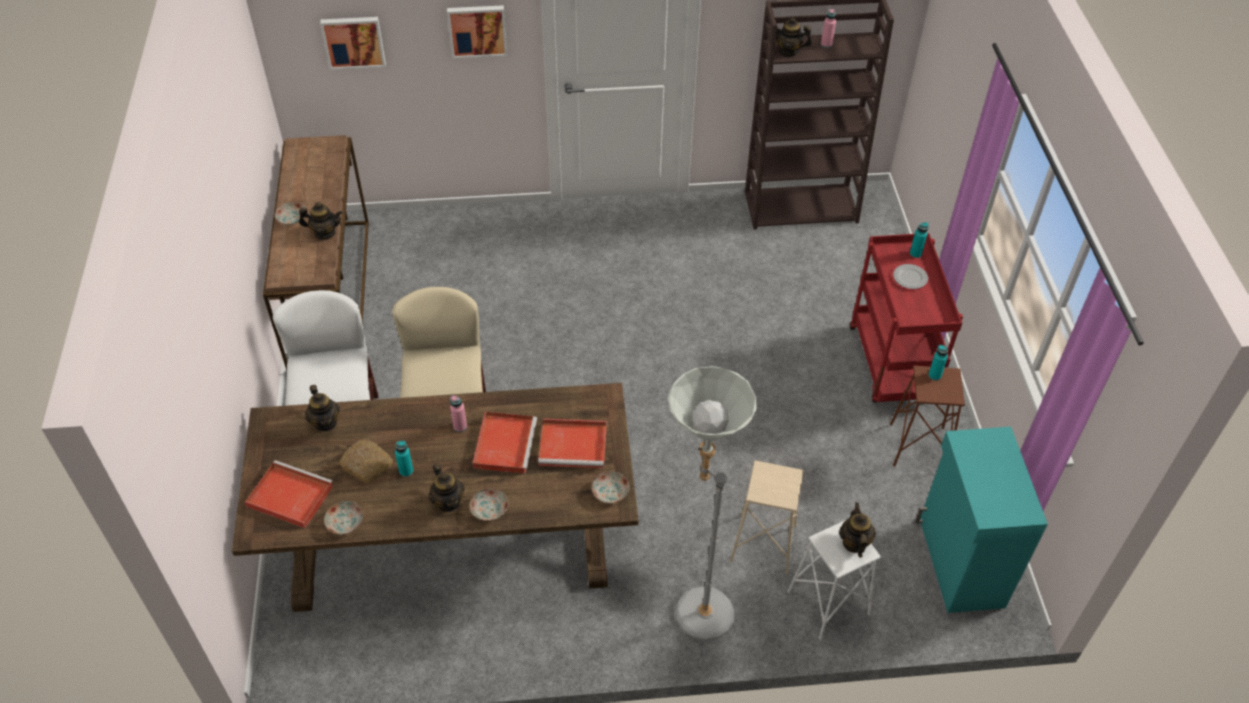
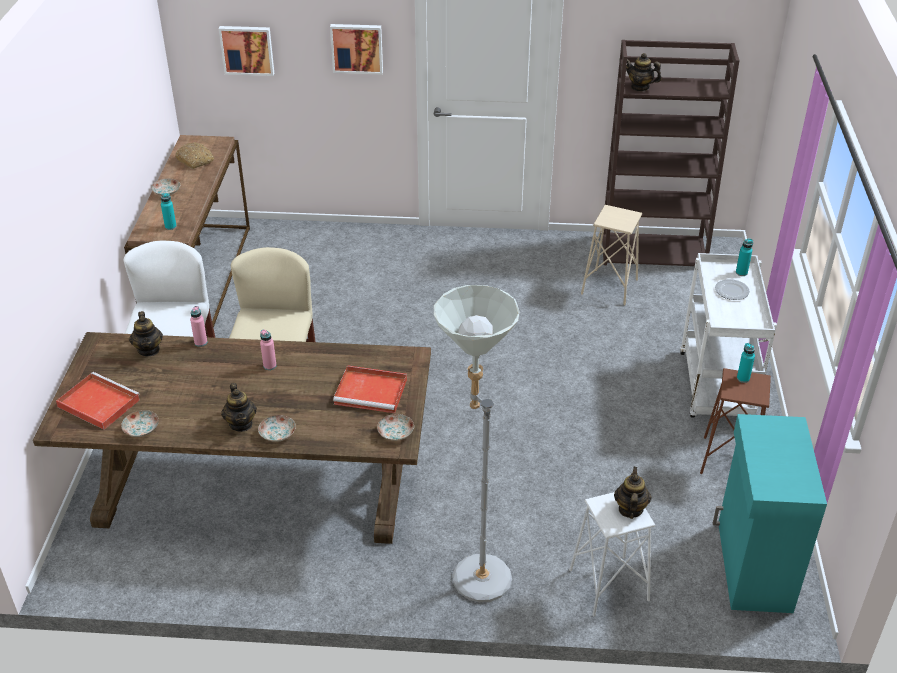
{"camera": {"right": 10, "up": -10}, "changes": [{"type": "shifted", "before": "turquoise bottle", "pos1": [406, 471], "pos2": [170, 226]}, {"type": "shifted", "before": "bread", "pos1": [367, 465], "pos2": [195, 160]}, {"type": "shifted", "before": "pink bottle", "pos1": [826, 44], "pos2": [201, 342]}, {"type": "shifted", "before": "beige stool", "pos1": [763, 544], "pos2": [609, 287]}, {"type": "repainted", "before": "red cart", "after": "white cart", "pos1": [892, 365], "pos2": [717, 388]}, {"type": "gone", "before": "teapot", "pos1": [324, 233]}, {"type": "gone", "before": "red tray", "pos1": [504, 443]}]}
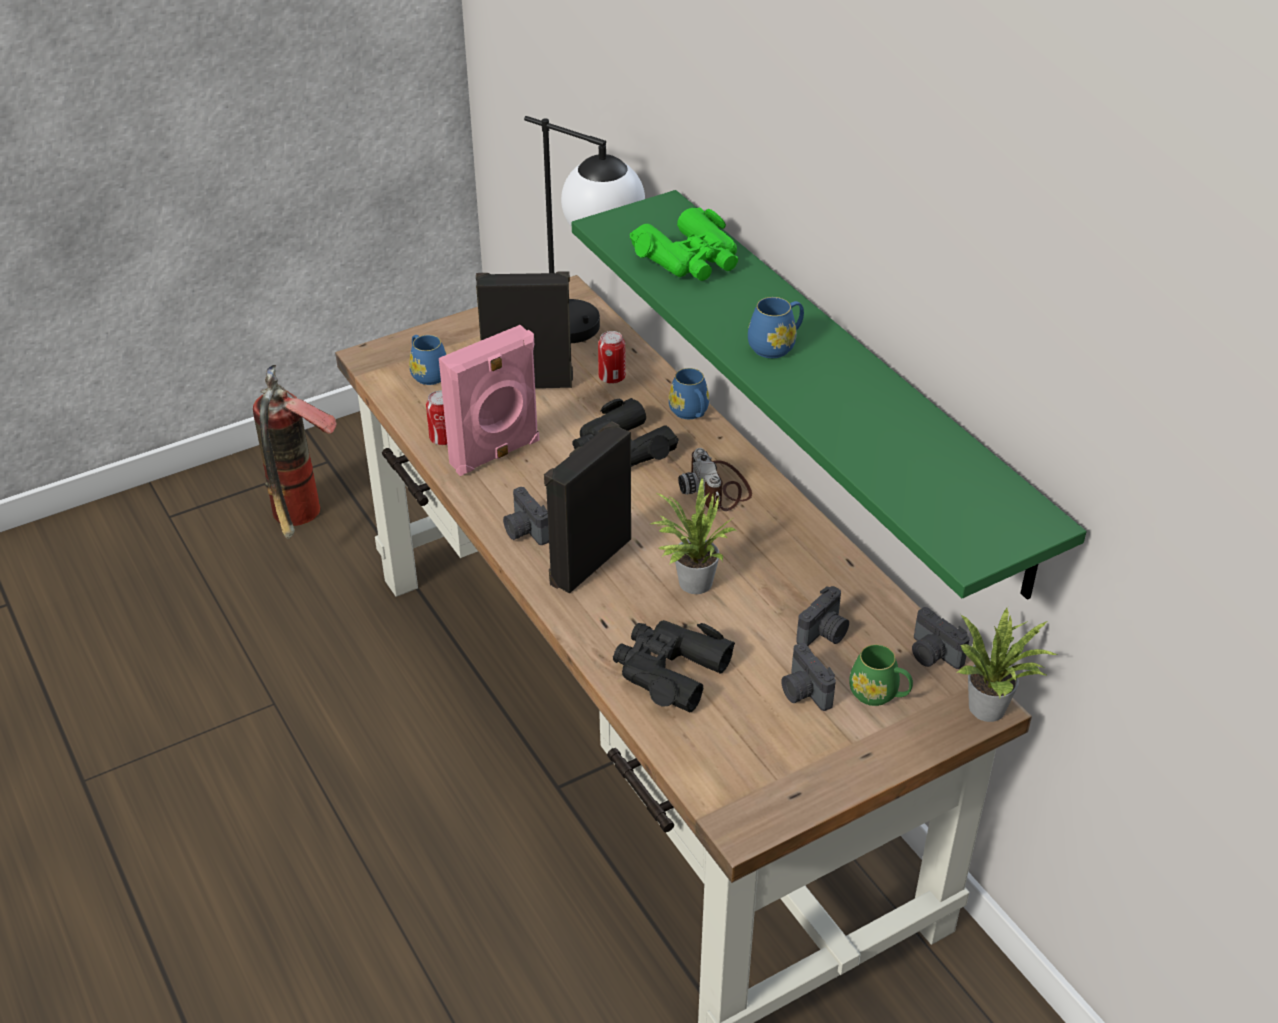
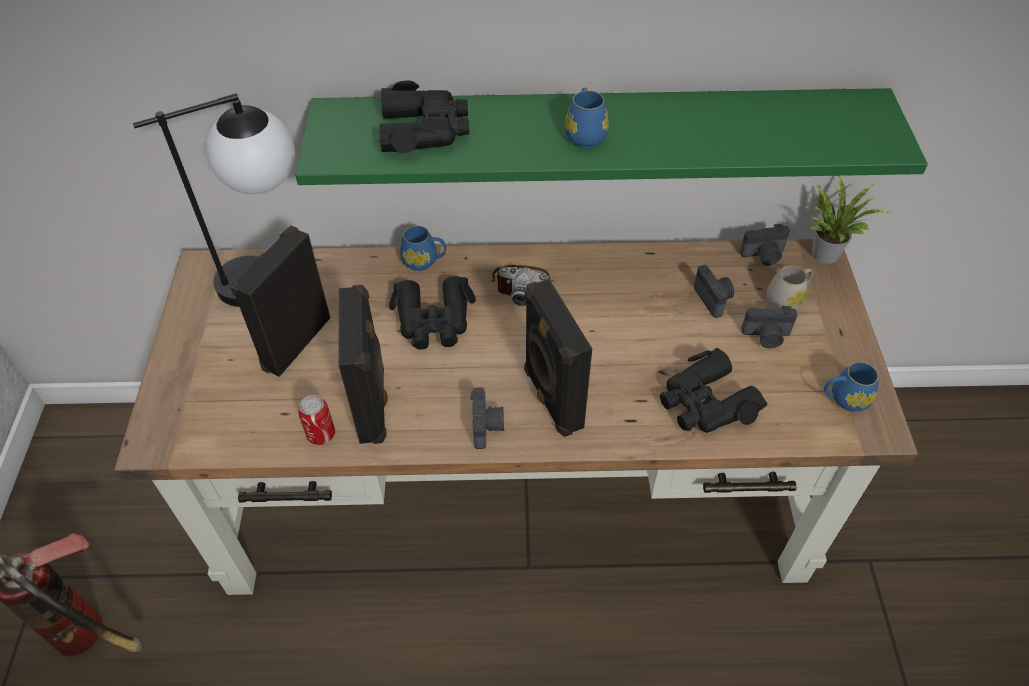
{"camera": {"right": -60, "up": 10}, "changes": [{"type": "repainted", "before": "pink speaker", "after": "black speaker", "pos1": [496, 454], "pos2": [374, 405]}, {"type": "repainted", "before": "green binoculars", "after": "black binoculars", "pos1": [690, 259], "pos2": [424, 130]}, {"type": "rotated", "before": "photo camera", "pos1": [524, 531], "pos2": [487, 426], "turn": -90}, {"type": "repainted", "before": "green mug", "after": "white mug", "pos1": [879, 694], "pos2": [787, 299]}, {"type": "shifted", "before": "blue mug", "pos1": [427, 373], "pos2": [844, 399]}, {"type": "gone", "before": "can", "pos1": [612, 377]}, {"type": "gone", "before": "potted plant", "pos1": [690, 582]}]}
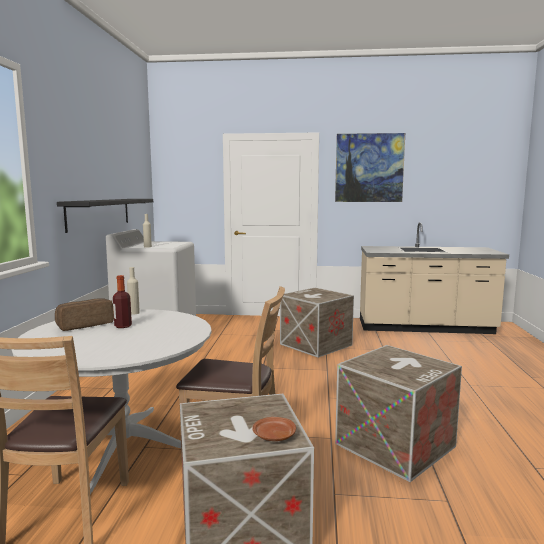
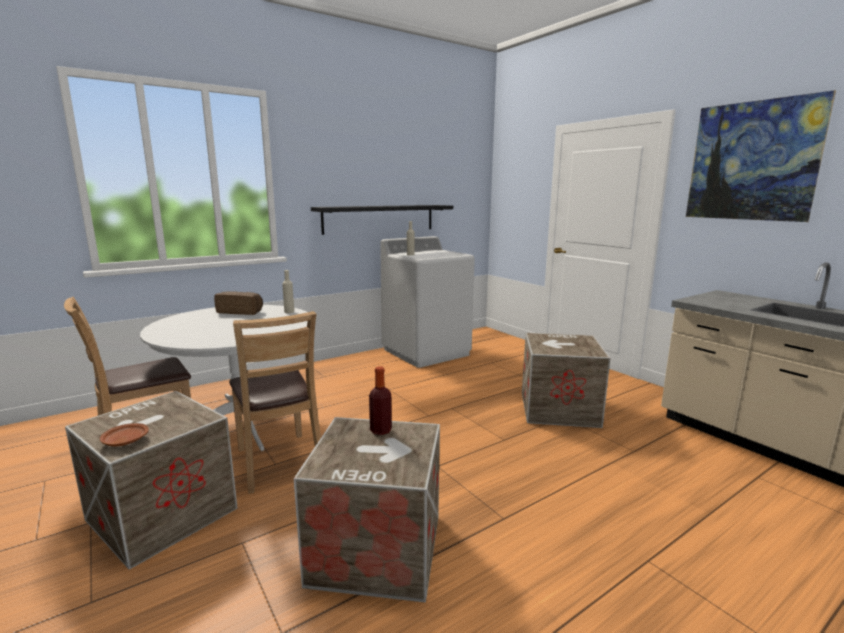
{"camera": {"right": 50, "up": 5}, "changes": [{"type": "shifted", "before": "bottle", "pos1": [123, 326], "pos2": [380, 430]}]}
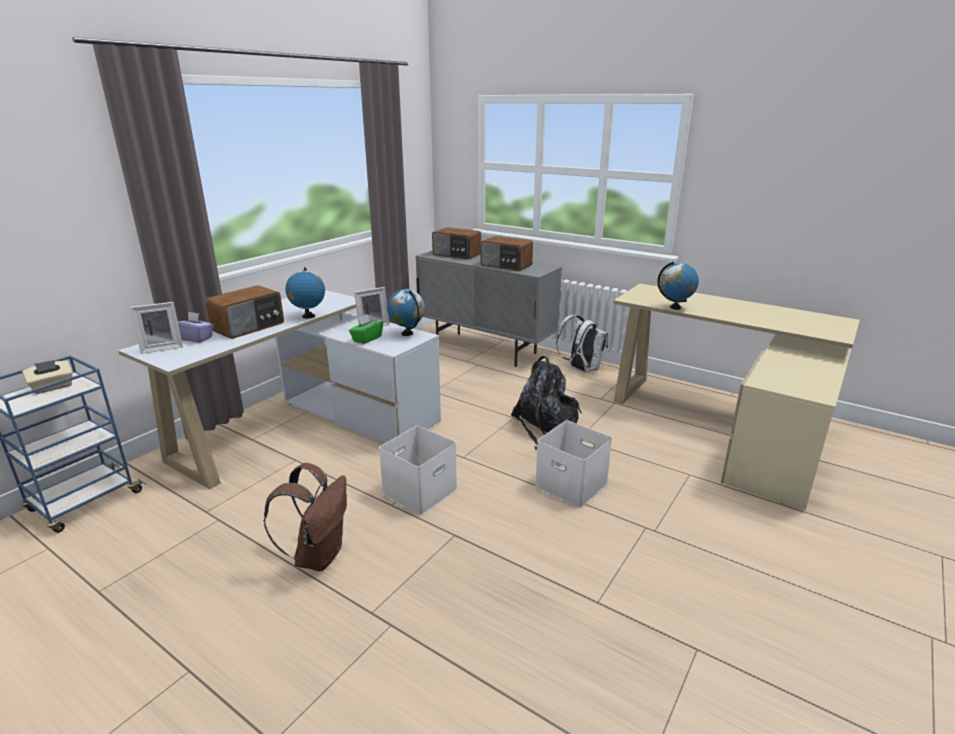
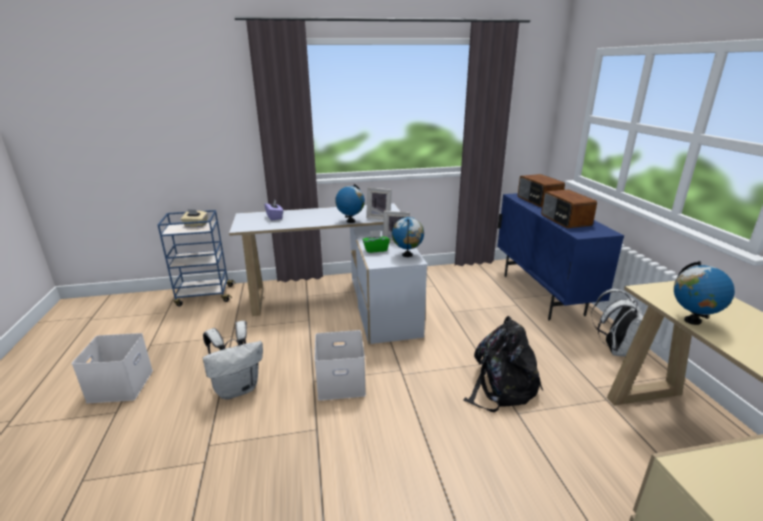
{"camera": {"right": 45, "up": 0}, "changes": [{"type": "shifted", "before": "white storage box", "pos1": [569, 485], "pos2": [120, 385]}, {"type": "repainted", "before": "brown backpack", "after": "white backpack", "pos1": [318, 555], "pos2": [238, 388]}, {"type": "shifted", "before": "picture frame", "pos1": [162, 348], "pos2": [379, 217]}, {"type": "repainted", "before": "grey cabinet", "after": "blue cabinet", "pos1": [485, 349], "pos2": [541, 294]}, {"type": "gone", "before": "radio", "pos1": [249, 327]}]}
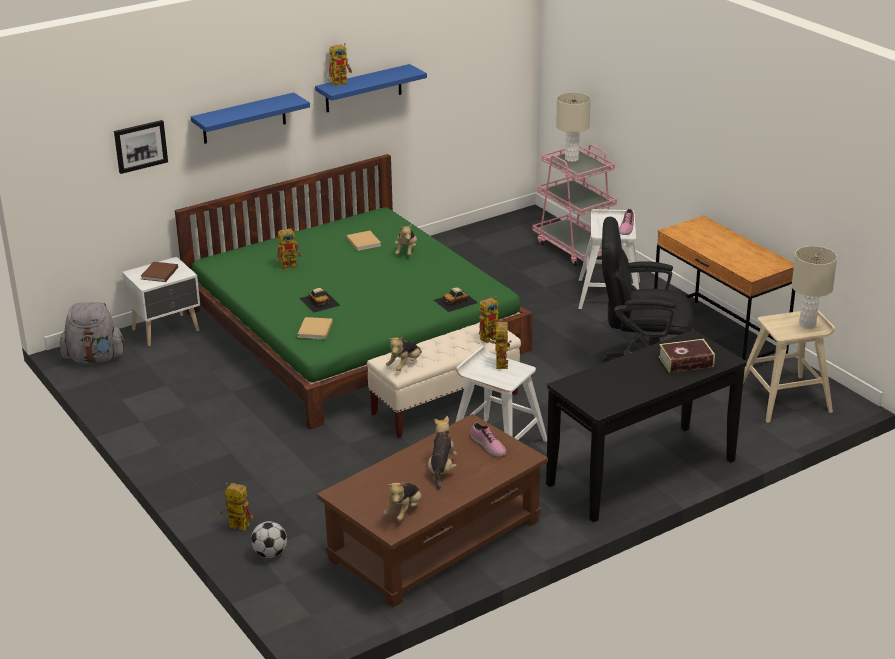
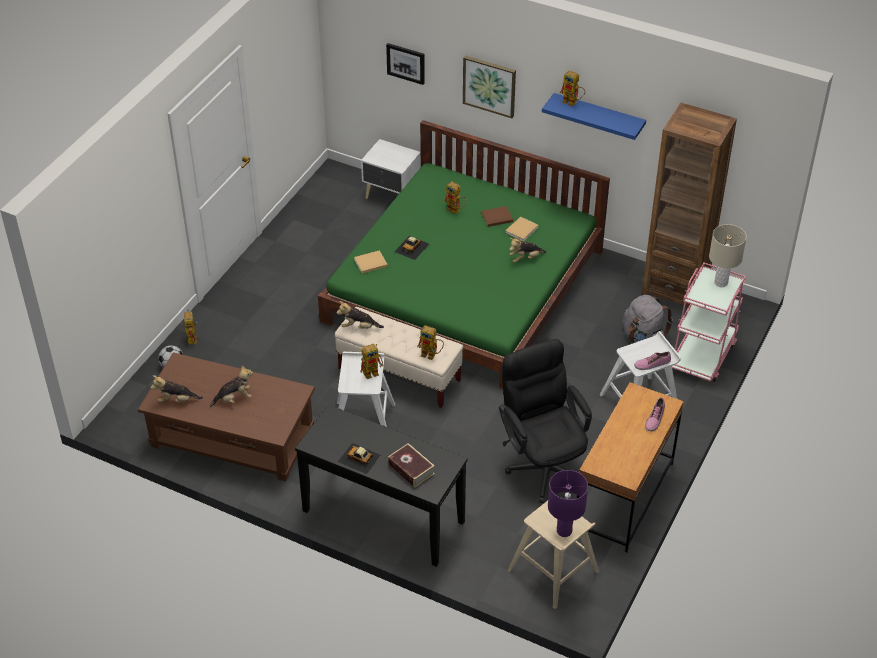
{"camera": {"right": 60, "up": 15}, "changes": [{"type": "shifted", "before": "toy car", "pos1": [456, 301], "pos2": [359, 458]}, {"type": "swapped", "before": "blue shelf", "after": "picture", "pos1": [244, 118], "pos2": [489, 86]}, {"type": "shifted", "before": "brown book", "pos1": [159, 274], "pos2": [496, 217]}, {"type": "repainted", "before": "beige table lamp", "after": "purple table lamp", "pos1": [807, 324], "pos2": [564, 531]}, {"type": "shifted", "before": "grey backpack", "pos1": [95, 358], "pos2": [643, 339]}, {"type": "new", "after": "brown bookcase", "pos2": [675, 290]}, {"type": "shifted", "before": "shoe", "pos1": [487, 445], "pos2": [654, 418]}]}
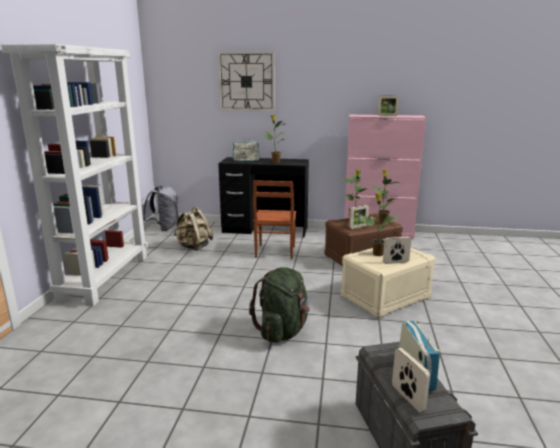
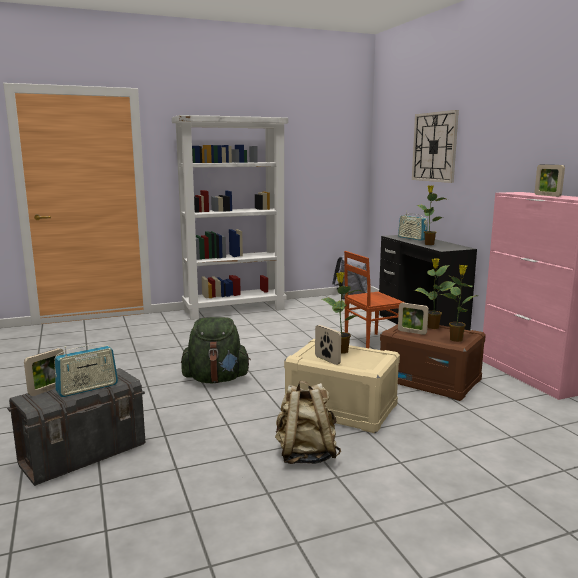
{"camera": {"right": 60, "up": -5}, "changes": [{"type": "shifted", "before": "beige backpack", "pos1": [194, 247], "pos2": [306, 455]}]}
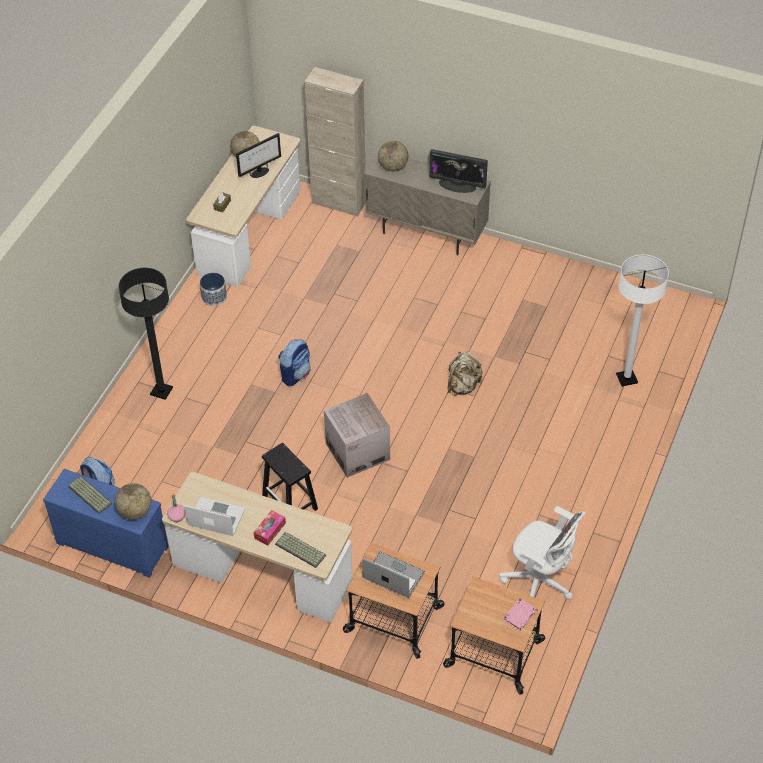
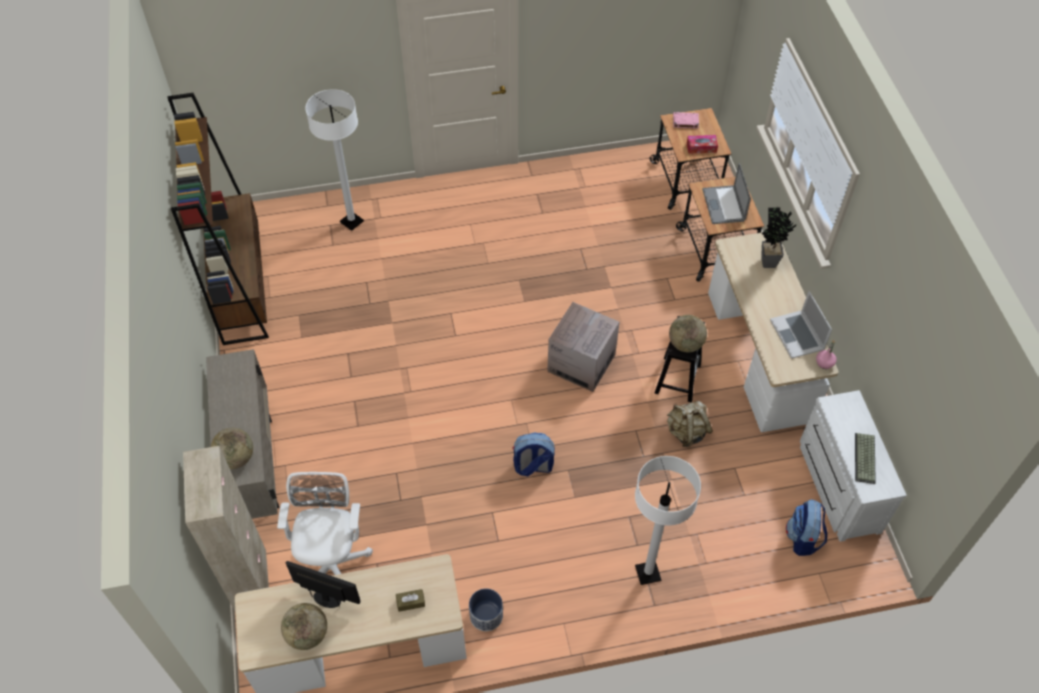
{"camera": {"right": -125, "up": 5}, "changes": [{"type": "new", "after": "brown bookcase", "pos2": [241, 286]}, {"type": "shifted", "before": "white office chair", "pos1": [540, 582], "pos2": [332, 562]}, {"type": "repainted", "before": "black floor lamp", "after": "white floor lamp", "pos1": [161, 391], "pos2": [648, 573]}, {"type": "shifted", "before": "beige backpack", "pos1": [463, 385], "pos2": [686, 432]}, {"type": "shifted", "before": "globe", "pos1": [135, 511], "pos2": [685, 344]}, {"type": "shifted", "before": "tissue box", "pos1": [270, 530], "pos2": [701, 147]}, {"type": "swapped", "before": "keyboard", "after": "potted plant", "pos1": [299, 550], "pos2": [769, 260]}, {"type": "repainted", "before": "blue dresser", "after": "white dresser", "pos1": [113, 542], "pos2": [836, 486]}, {"type": "gone", "before": "monitor", "pos1": [457, 185]}]}
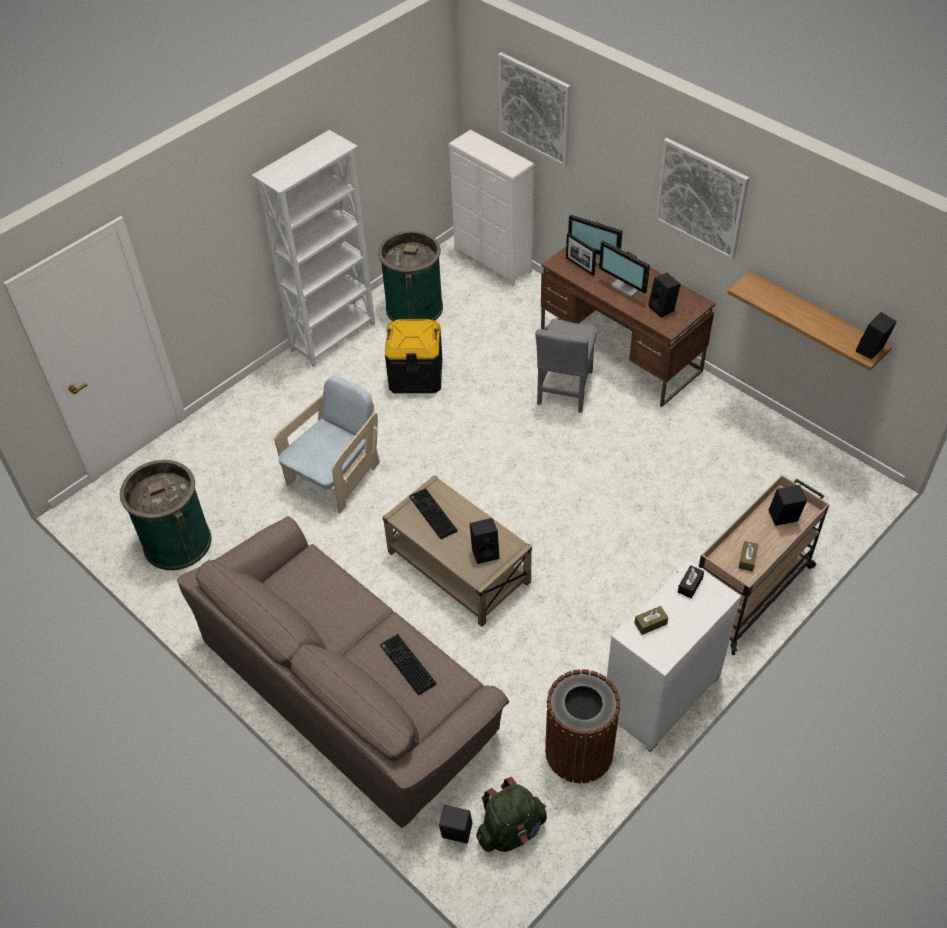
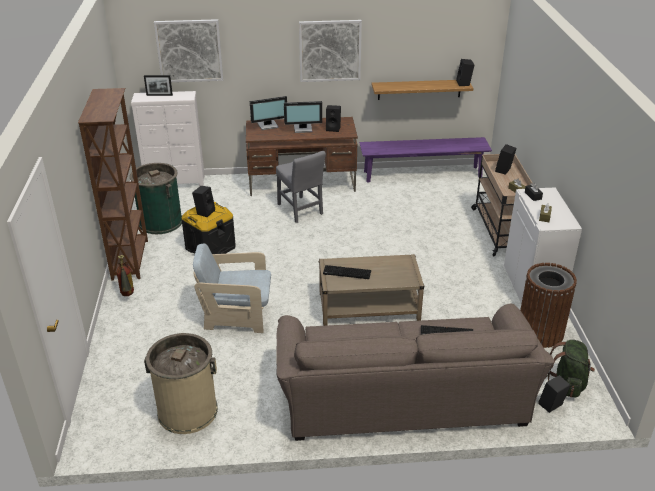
{"camera": {"right": -50, "up": -15}, "changes": [{"type": "repainted", "before": "white bookcase", "after": "brown bookcase", "pos1": [334, 337], "pos2": [131, 259]}, {"type": "new", "after": "fire extinguisher", "pos2": [128, 296]}, {"type": "shifted", "before": "picture frame", "pos1": [580, 266], "pos2": [159, 95]}, {"type": "repainted", "before": "green trash can", "after": "beige trash can", "pos1": [177, 542], "pos2": [187, 411]}, {"type": "shifted", "before": "black speaker", "pos1": [485, 552], "pos2": [205, 212]}, {"type": "rotated", "before": "beige armchair", "pos1": [335, 476], "pos2": [237, 315], "turn": -75}, {"type": "new", "after": "purple bench", "pos2": [422, 174]}]}
